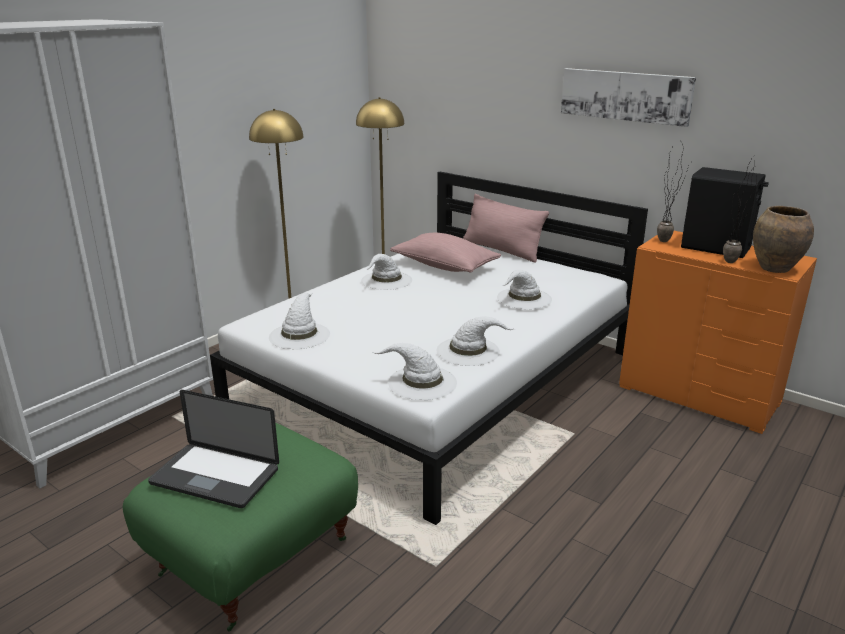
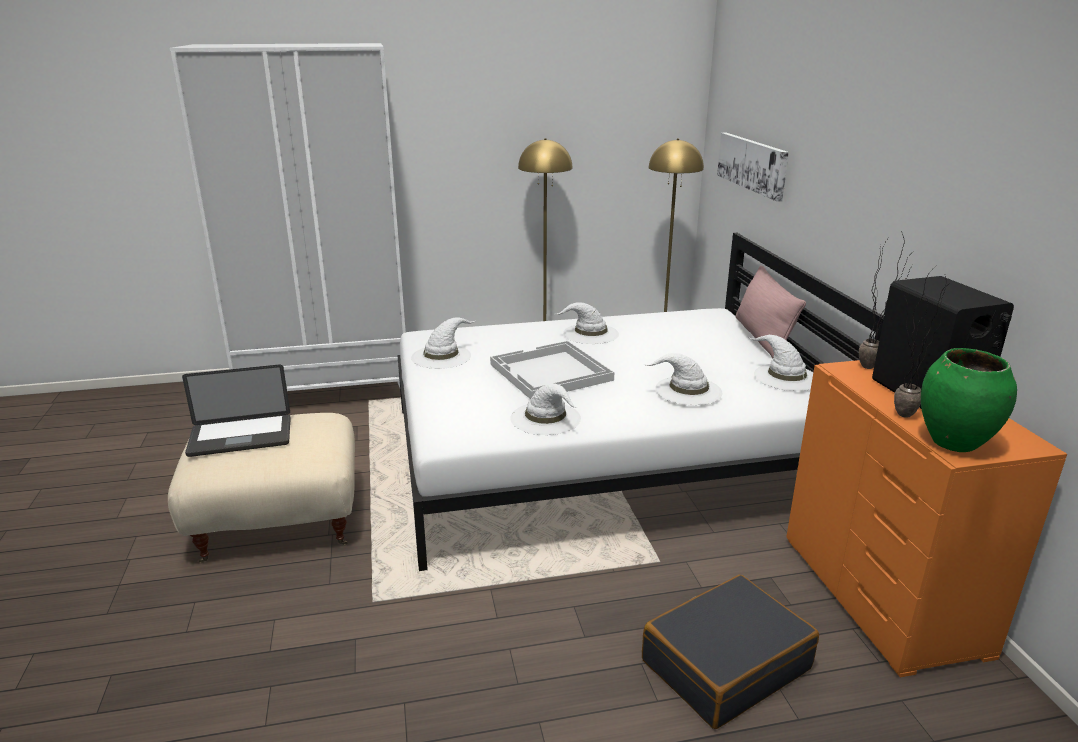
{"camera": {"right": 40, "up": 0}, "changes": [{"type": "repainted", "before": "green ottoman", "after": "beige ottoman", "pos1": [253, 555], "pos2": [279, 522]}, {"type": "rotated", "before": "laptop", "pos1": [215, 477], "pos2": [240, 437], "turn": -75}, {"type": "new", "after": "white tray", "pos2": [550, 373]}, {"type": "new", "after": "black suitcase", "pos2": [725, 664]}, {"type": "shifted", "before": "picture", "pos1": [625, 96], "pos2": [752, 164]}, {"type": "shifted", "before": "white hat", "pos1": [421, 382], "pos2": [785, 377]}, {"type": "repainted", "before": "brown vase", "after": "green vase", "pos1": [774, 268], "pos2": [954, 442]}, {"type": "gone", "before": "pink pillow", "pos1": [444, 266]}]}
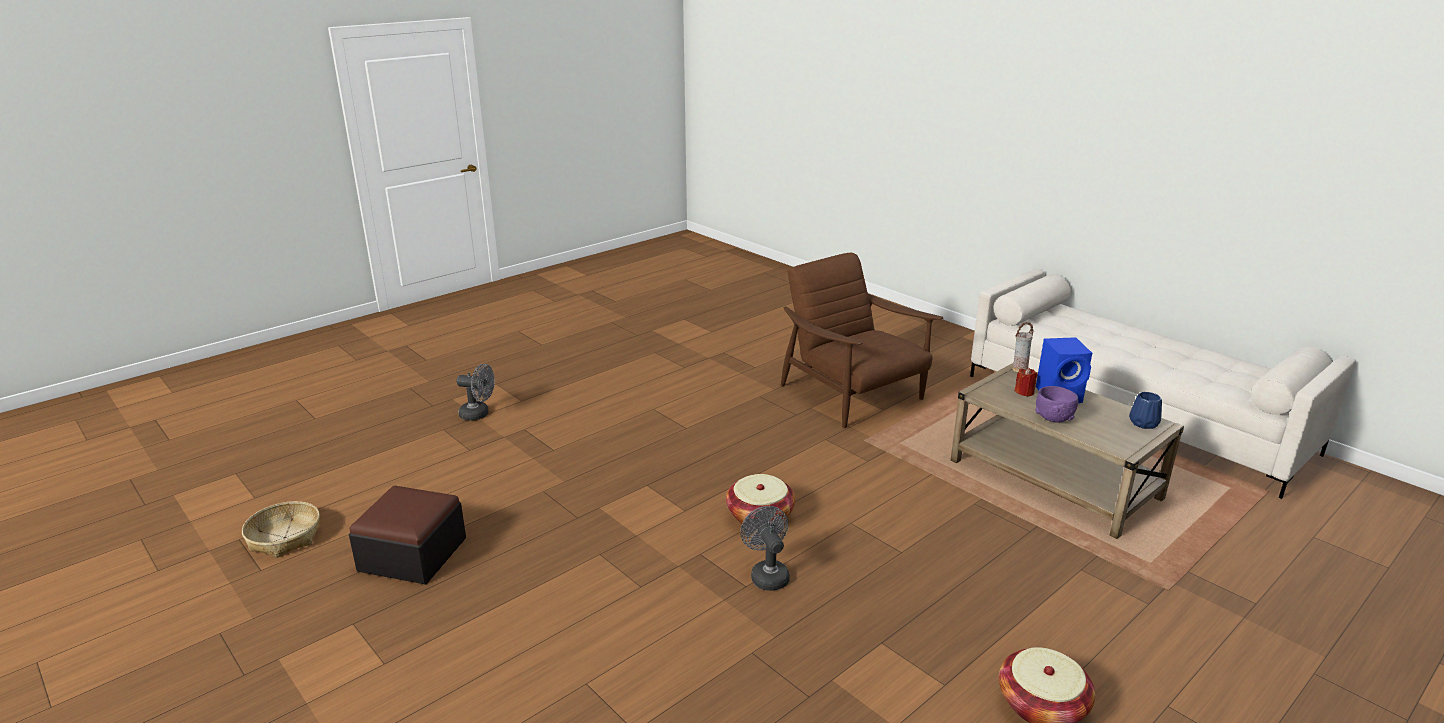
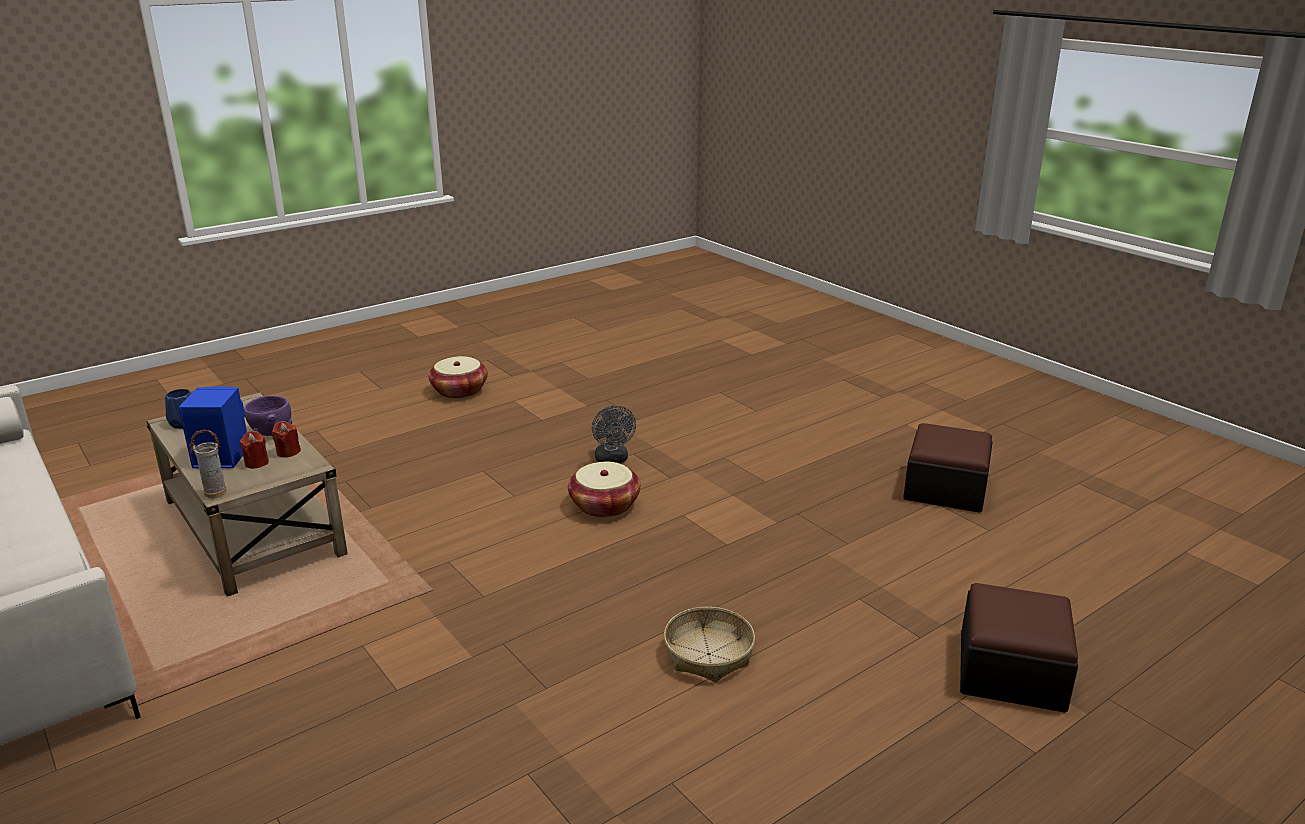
{"camera": {"right": -175, "up": 0}, "changes": [{"type": "new", "after": "red candle", "pos2": [288, 452]}, {"type": "shifted", "before": "basket", "pos1": [285, 537], "pos2": [708, 654]}, {"type": "swapped", "before": "grey fan", "after": "ottoman", "pos1": [479, 414], "pos2": [1011, 671]}, {"type": "gone", "before": "brown armchair", "pos1": [853, 394]}]}
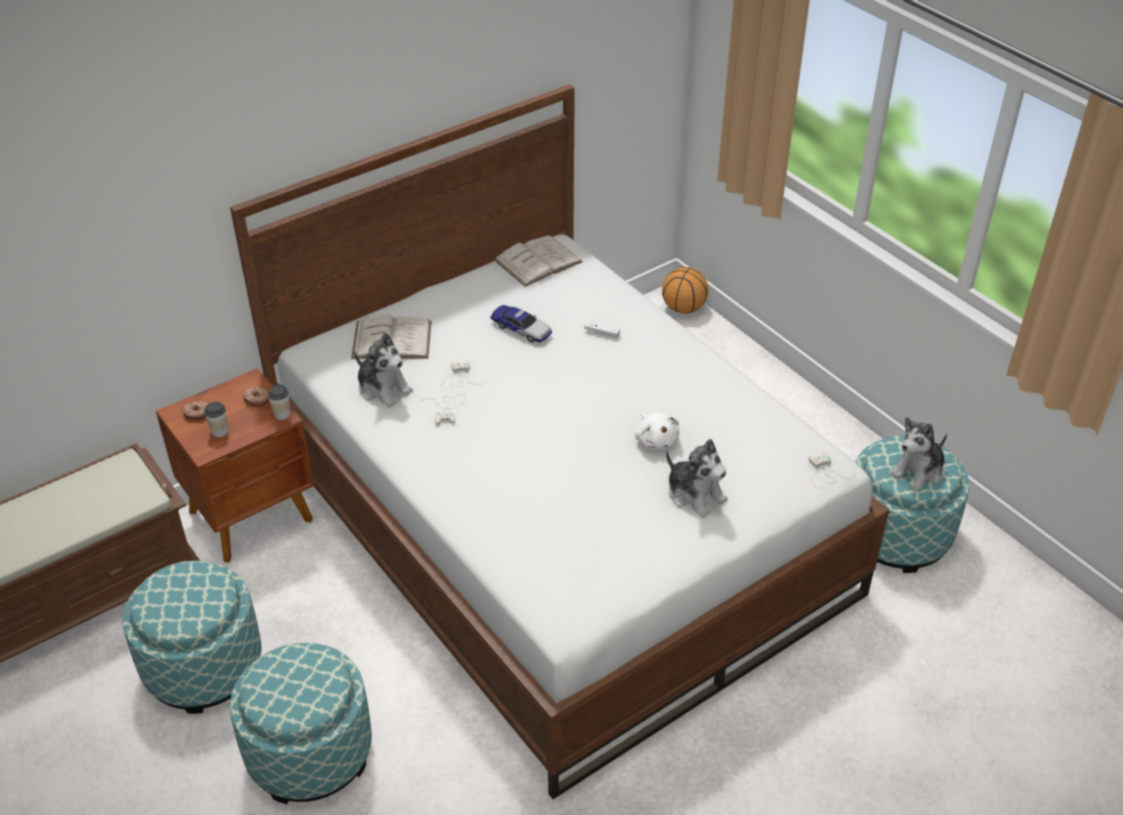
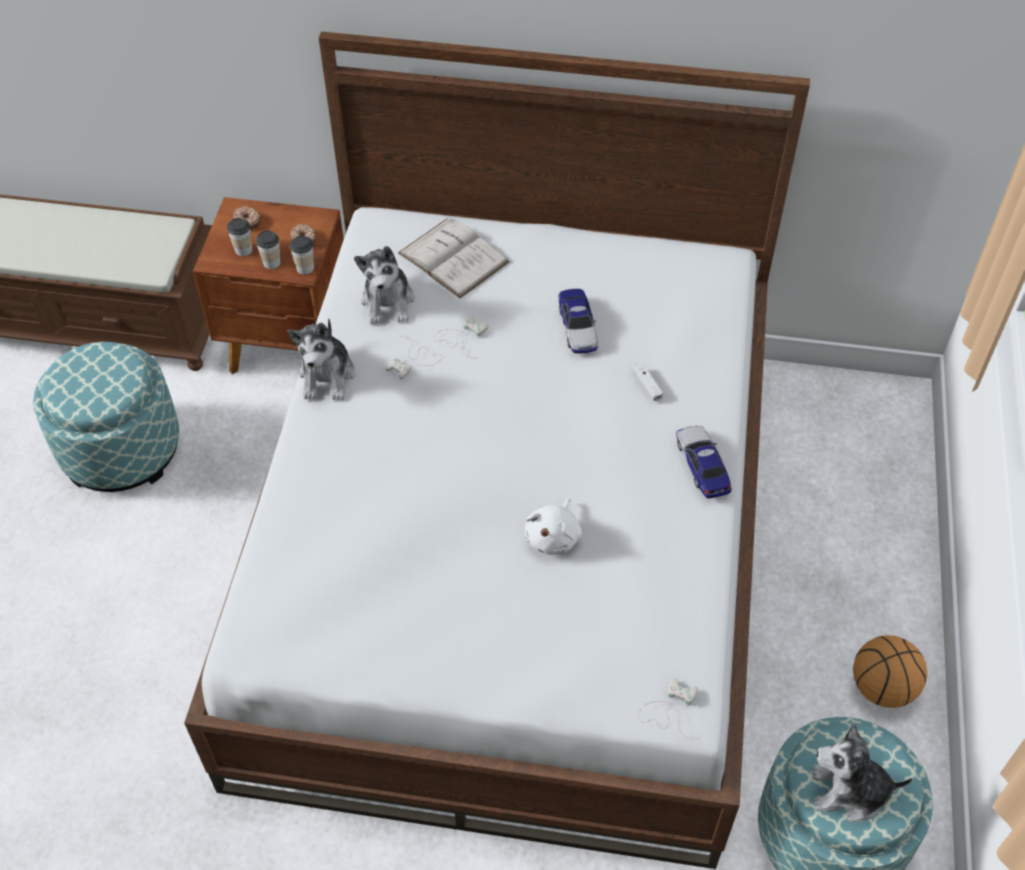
{"camera": {"right": 45, "up": 10}, "changes": [{"type": "new", "after": "cup", "pos2": [272, 263]}, {"type": "shifted", "before": "plush toy", "pos1": [695, 494], "pos2": [327, 376]}, {"type": "new", "after": "toy car", "pos2": [702, 465]}, {"type": "shifted", "before": "basketball", "pos1": [684, 308], "pos2": [882, 688]}, {"type": "gone", "before": "ottoman", "pos1": [309, 752]}, {"type": "gone", "before": "white book", "pos1": [538, 261]}]}
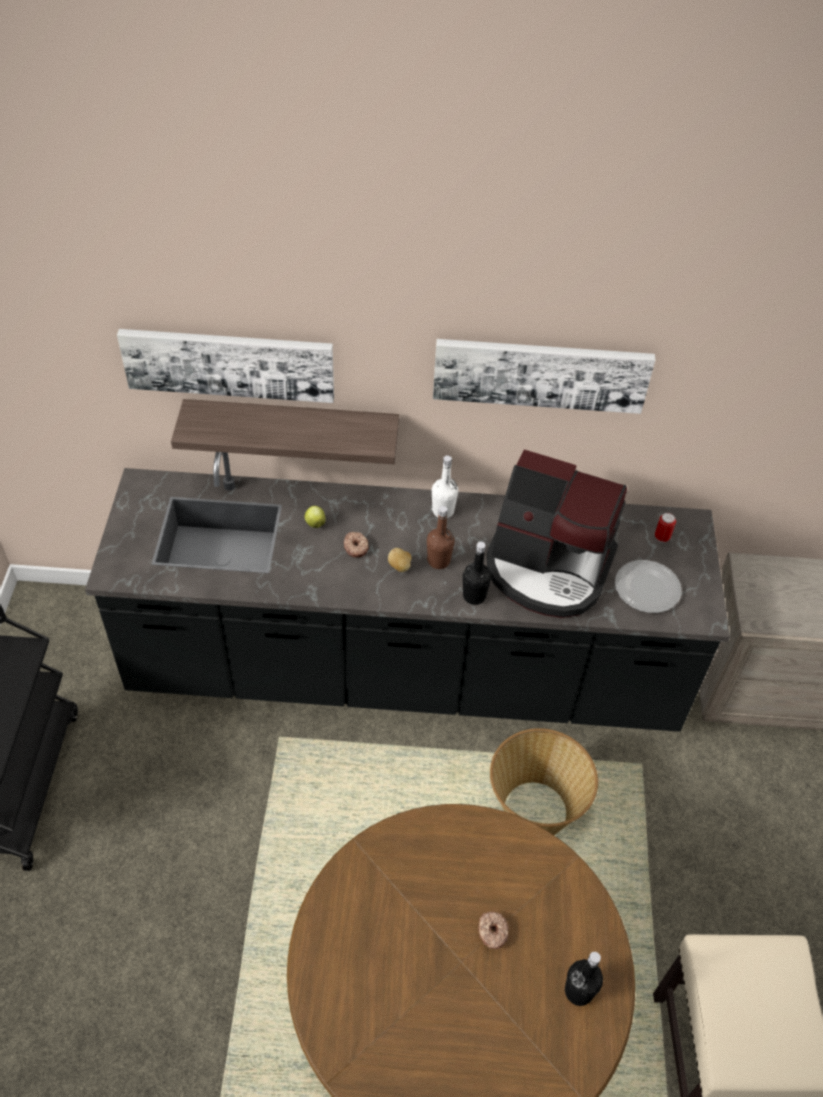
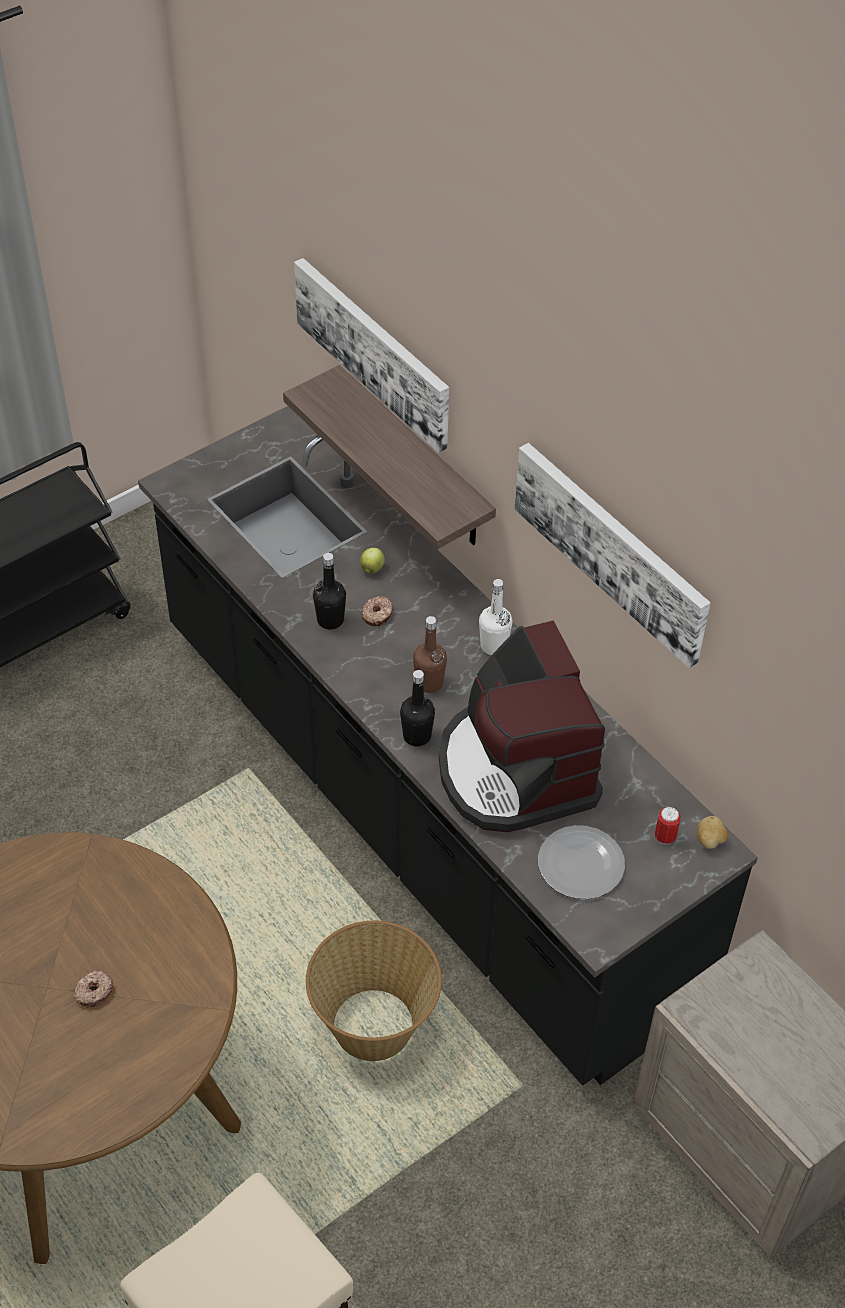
{"camera": {"right": 50, "up": 0}, "changes": [{"type": "shifted", "before": "black bottle", "pos1": [578, 991], "pos2": [330, 620]}, {"type": "shifted", "before": "potato", "pos1": [400, 566], "pos2": [710, 841]}]}
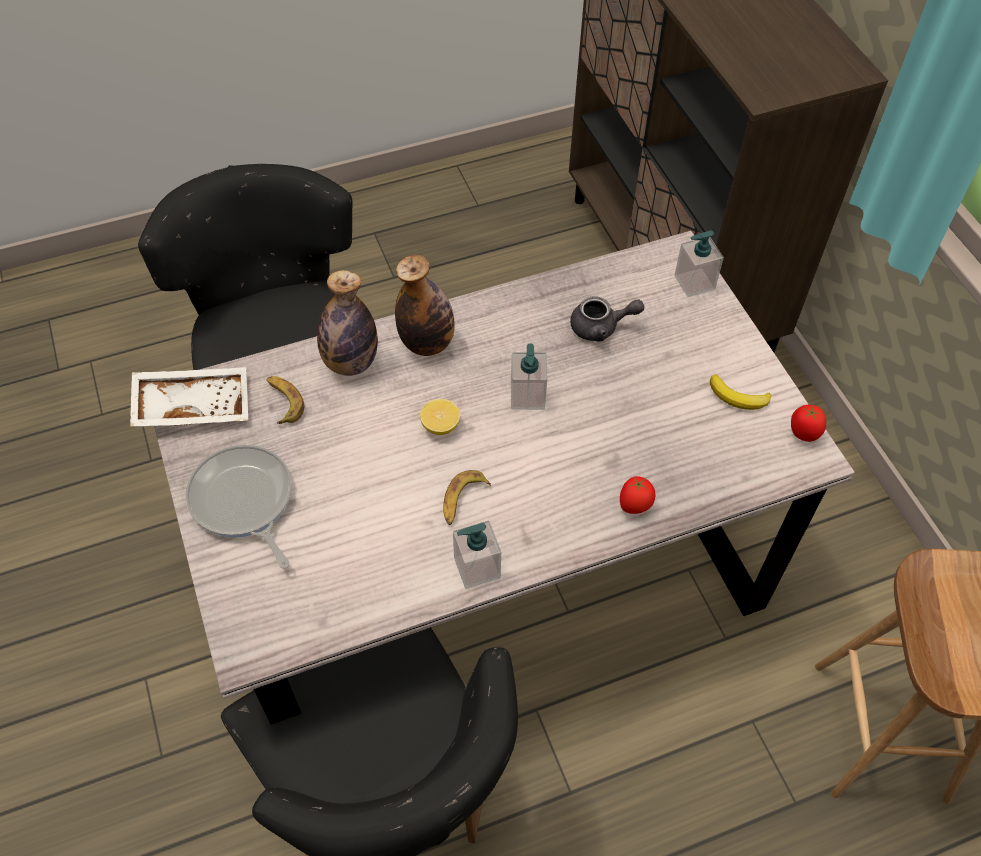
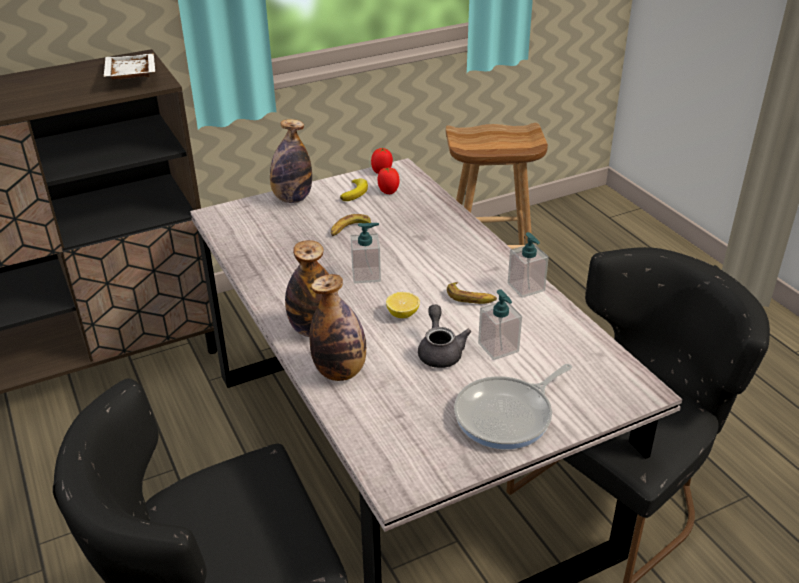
{"camera": {"right": -95, "up": -20}, "changes": [{"type": "shifted", "before": "white tray", "pos1": [193, 404], "pos2": [130, 76]}, {"type": "new", "after": "bottle", "pos2": [292, 199]}, {"type": "shifted", "before": "banana", "pos1": [283, 402], "pos2": [350, 230]}, {"type": "shifted", "before": "tomato", "pos1": [634, 506], "pos2": [388, 191]}, {"type": "shifted", "before": "grey teapot", "pos1": [601, 327], "pos2": [440, 351]}, {"type": "shifted", "before": "soap dispenser", "pos1": [694, 282], "pos2": [498, 347]}]}
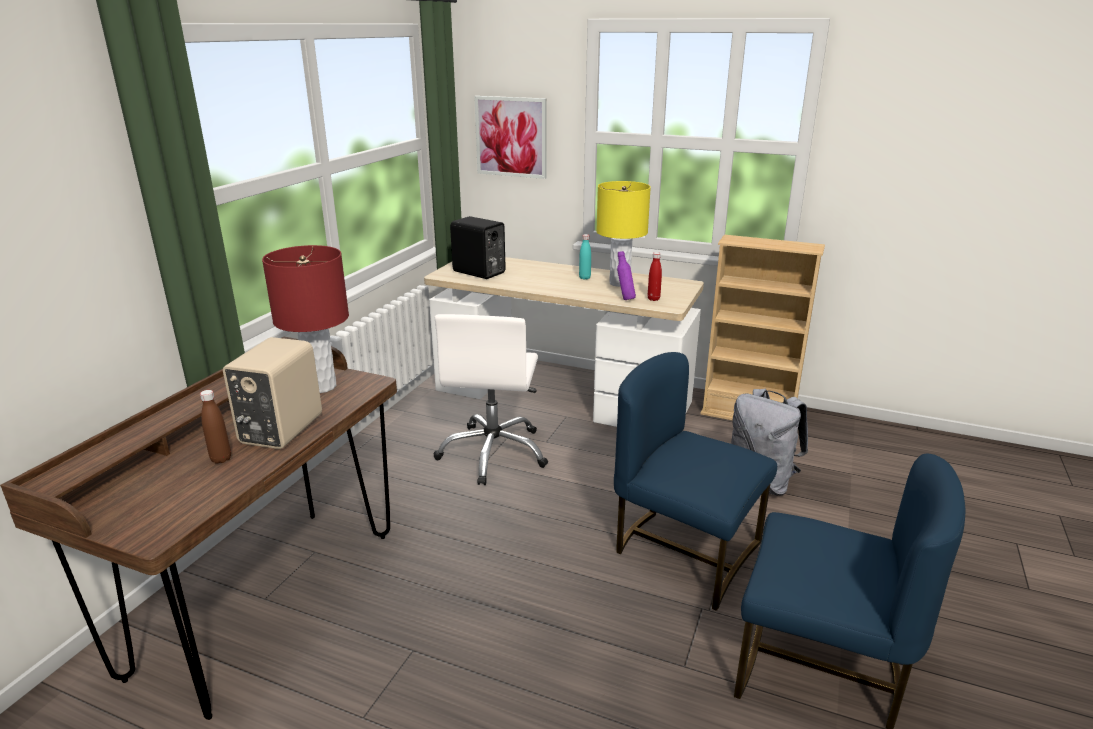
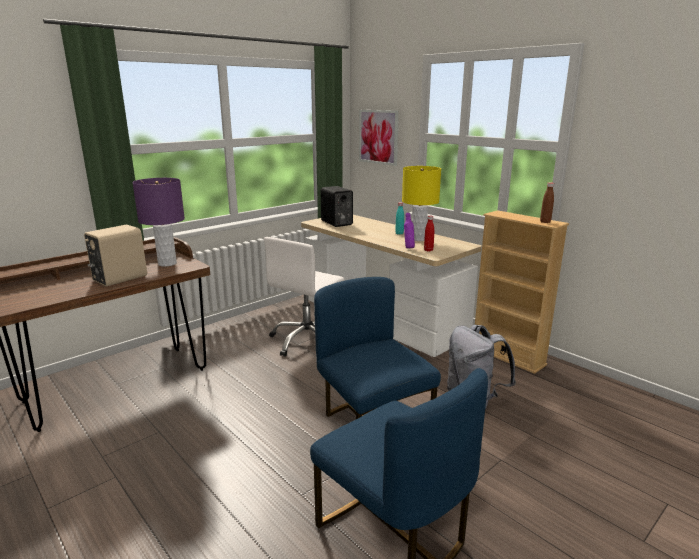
{"camera": {"right": 25, "up": -5}, "changes": [{"type": "repainted", "before": "red table lamp", "after": "purple table lamp", "pos1": [320, 387], "pos2": [167, 263]}, {"type": "shifted", "before": "brown bottle", "pos1": [221, 459], "pos2": [545, 222]}]}
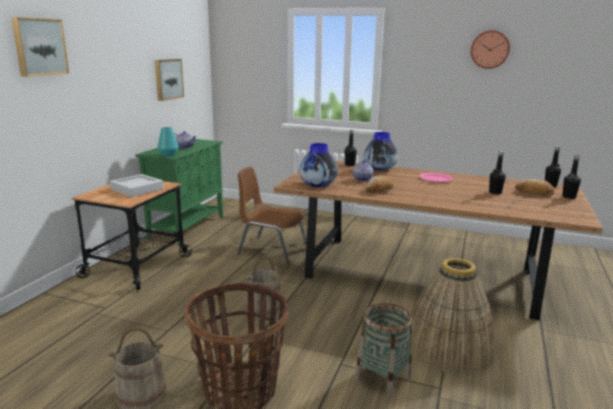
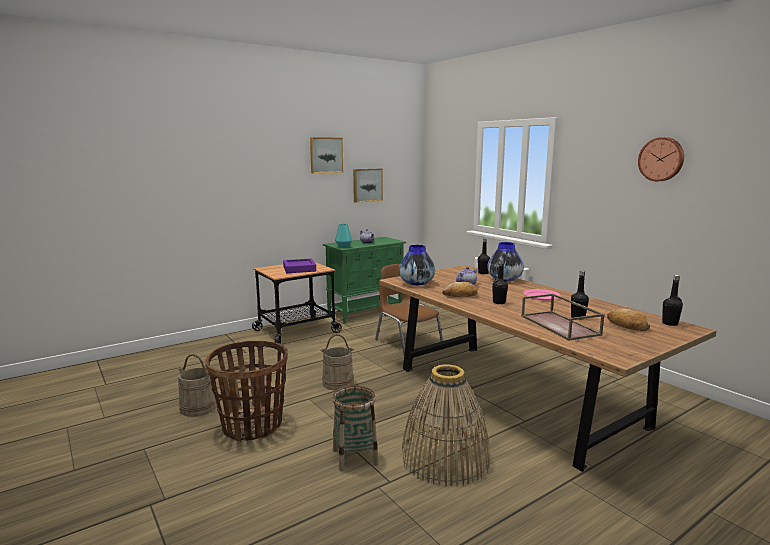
{"camera": {"right": 35, "up": -5}, "changes": [{"type": "repainted", "before": "grey tray", "after": "purple tray", "pos1": [137, 189], "pos2": [299, 269]}, {"type": "shifted", "before": "picture", "pos1": [39, 47], "pos2": [326, 155]}, {"type": "shifted", "before": "black bottle", "pos1": [568, 197], "pos2": [499, 302]}, {"type": "new", "after": "brown tray", "pos2": [560, 325]}]}
